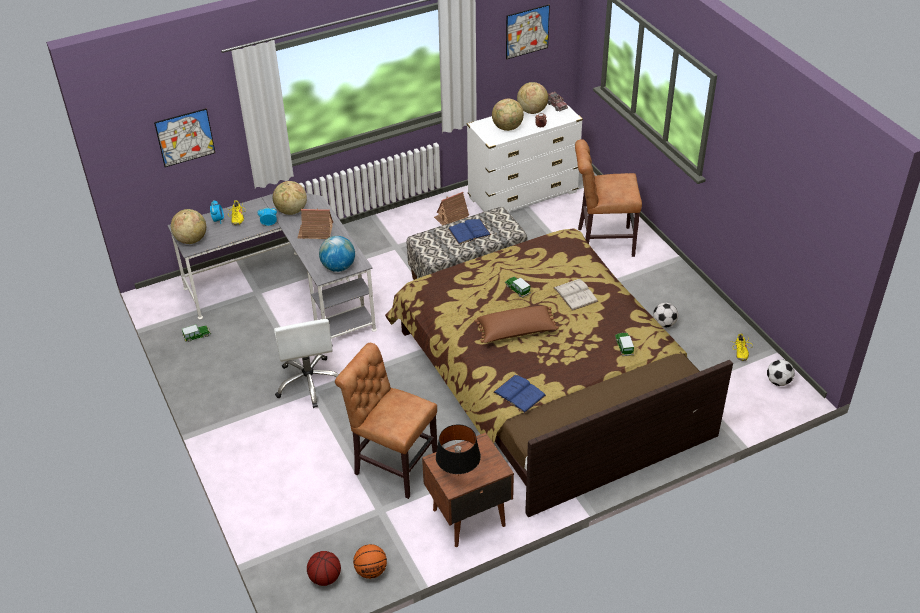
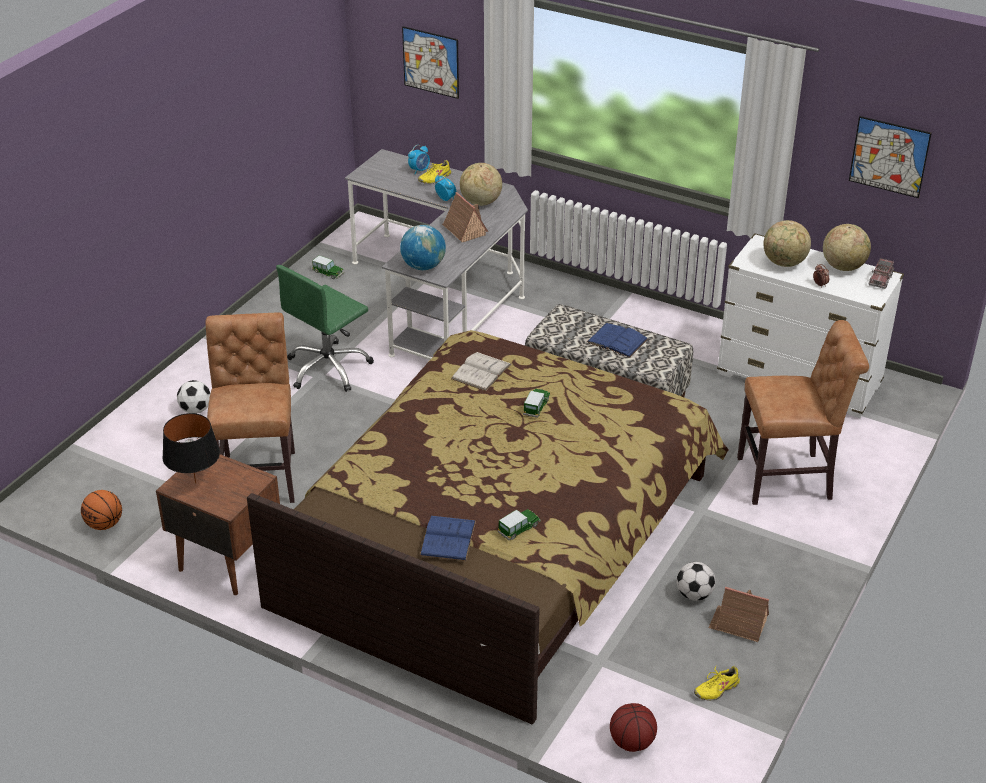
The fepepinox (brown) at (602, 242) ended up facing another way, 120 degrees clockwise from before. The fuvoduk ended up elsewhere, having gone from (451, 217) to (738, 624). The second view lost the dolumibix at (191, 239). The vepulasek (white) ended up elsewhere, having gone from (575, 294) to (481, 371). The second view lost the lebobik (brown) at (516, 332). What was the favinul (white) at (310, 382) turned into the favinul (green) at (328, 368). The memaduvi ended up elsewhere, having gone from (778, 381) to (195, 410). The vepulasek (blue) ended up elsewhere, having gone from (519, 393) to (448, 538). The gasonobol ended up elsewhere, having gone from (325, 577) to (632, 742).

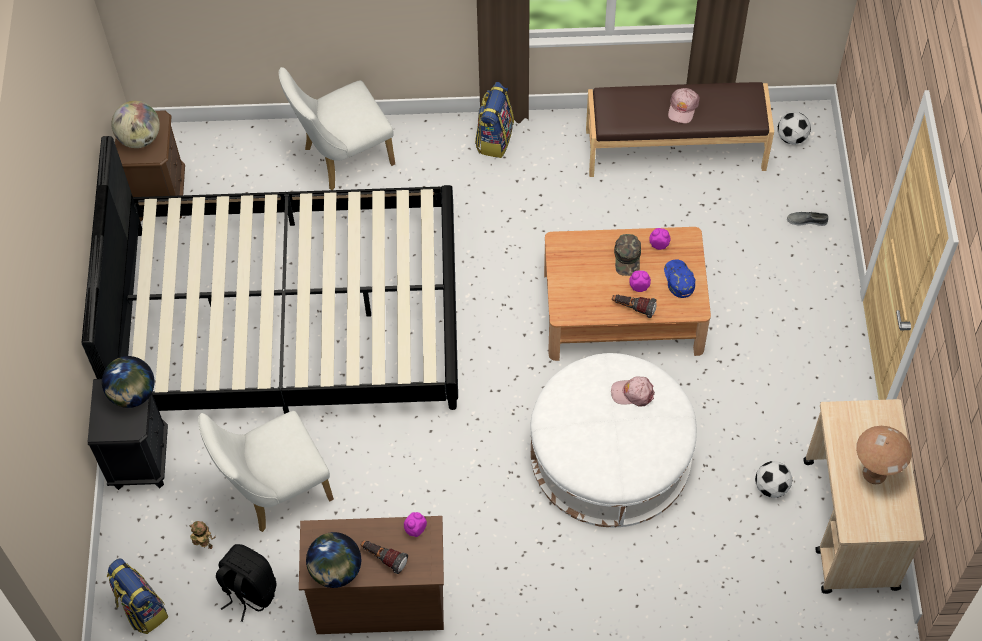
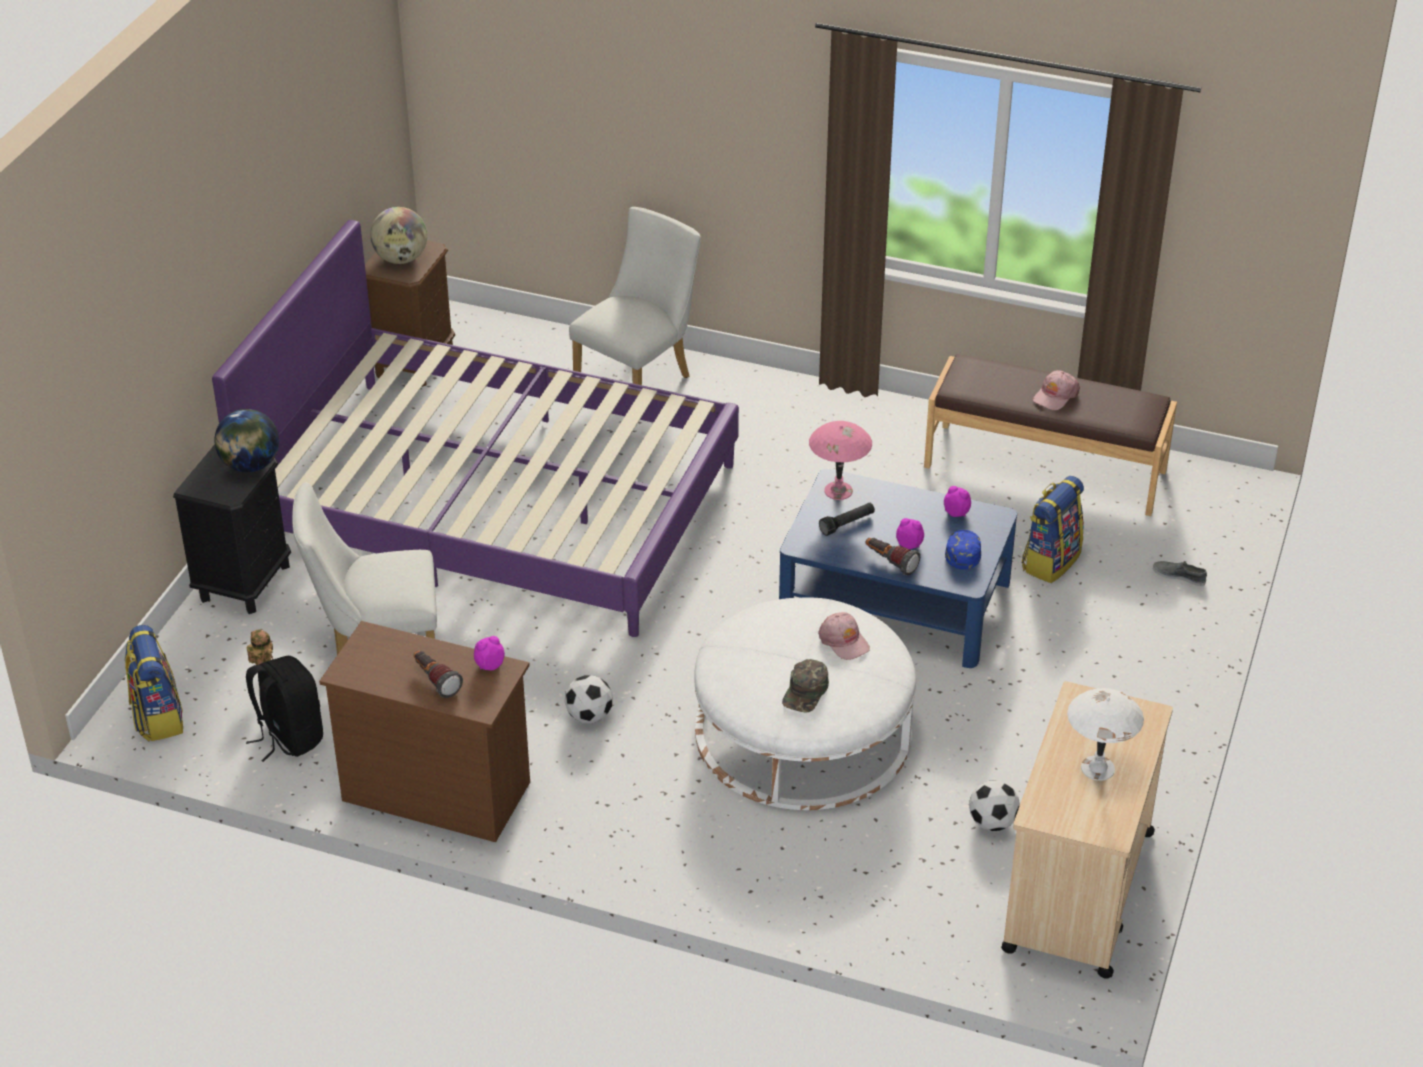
The fepepinox (white) at (342, 158) ended up facing another way, 135 degrees clockwise from before. The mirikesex ended up elsewhere, having gone from (494, 138) to (1050, 561). The memaduvi ended up elsewhere, having gone from (791, 137) to (589, 716). What was the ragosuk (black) at (290, 316) turned into the ragosuk (purple) at (493, 502). What was the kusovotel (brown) at (622, 311) turned into the kusovotel (blue) at (894, 601). The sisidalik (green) ended up elsewhere, having gone from (628, 258) to (806, 692). The sisidalik (pink) at (633, 393) ended up facing another way, 150 degrees counterclockwise from before. What was the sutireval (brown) at (874, 472) turned into the sutireval (white) at (1097, 768). The second view lost the dolumibix at (336, 570). The second view gained the sutireval (pink) at (838, 491). The second view gained the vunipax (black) at (847, 524).

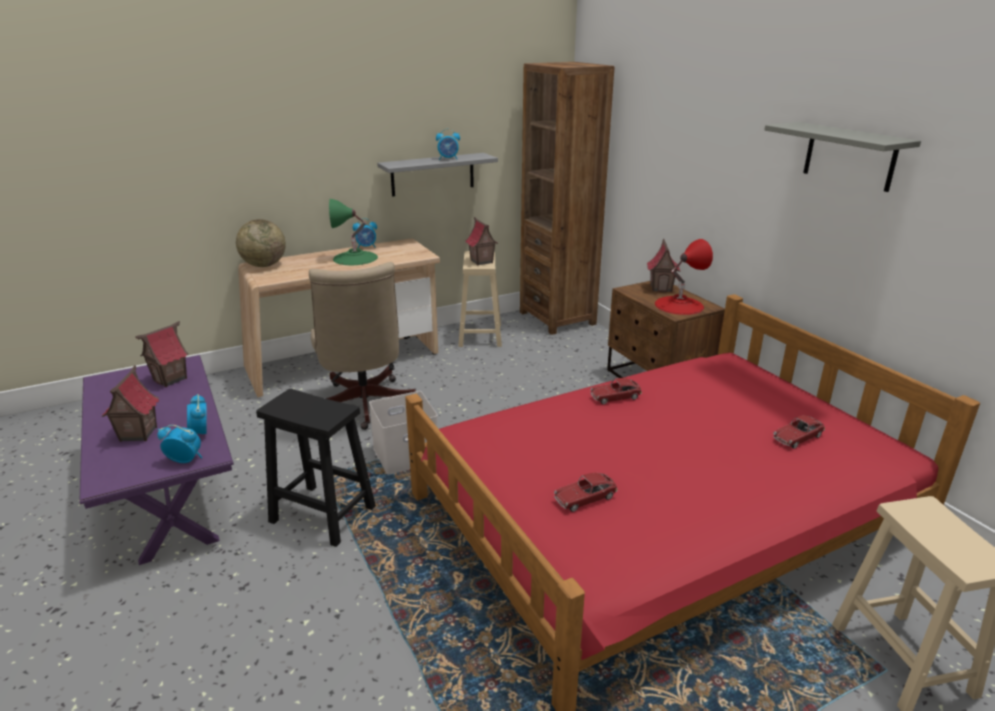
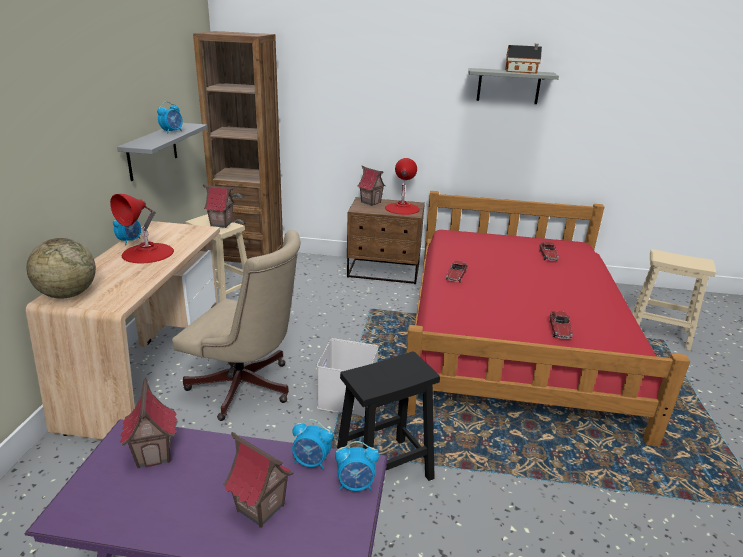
What was the sutireval (green) at (355, 258) turned into the sutireval (red) at (148, 253). The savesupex at (185, 460) ended up facing another way, 135 degrees counterclockwise from before. The second view gained the fuvoduk at (522, 71).

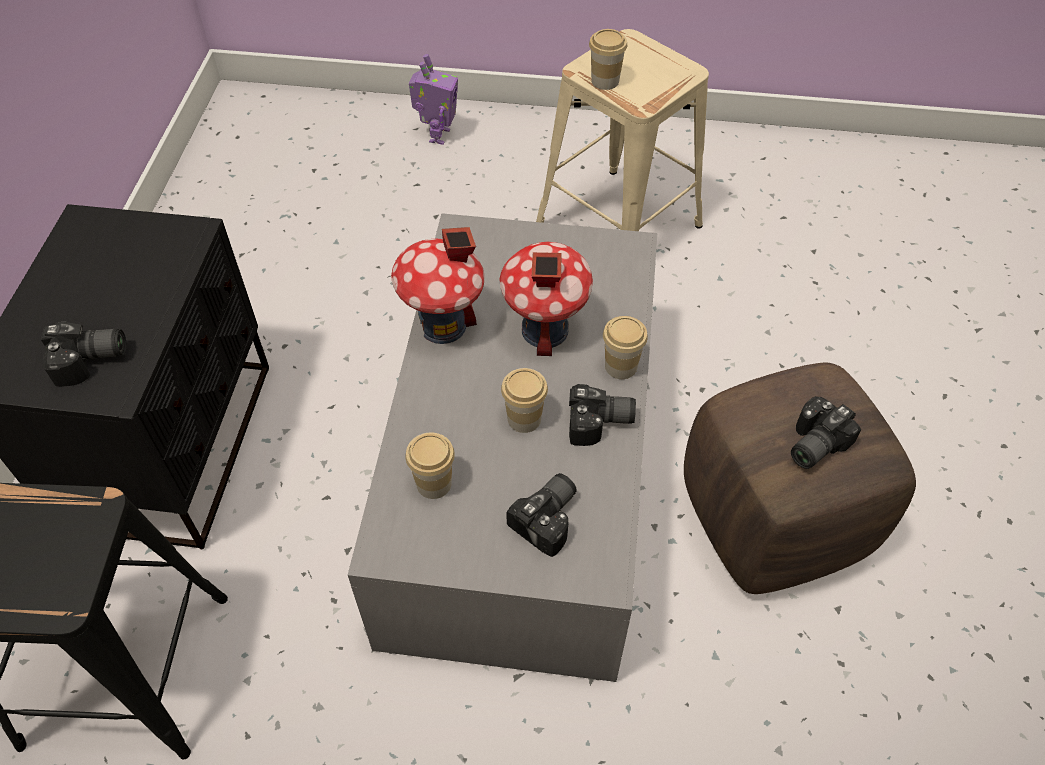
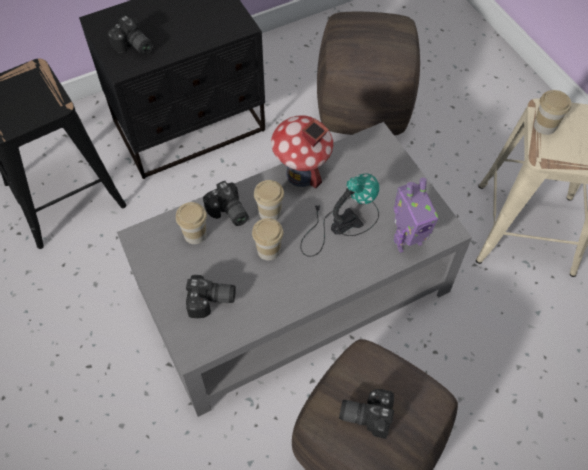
The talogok ended up elsewhere, having gone from (437, 135) to (406, 241). Where the fuvoduk stood at (544, 330), the sutireval came to stand at (339, 223). The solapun ended up elsewhere, having gone from (621, 366) to (269, 212). The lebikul ended up elsewhere, having gone from (600, 424) to (228, 213). The second view gained the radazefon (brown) at (362, 108).

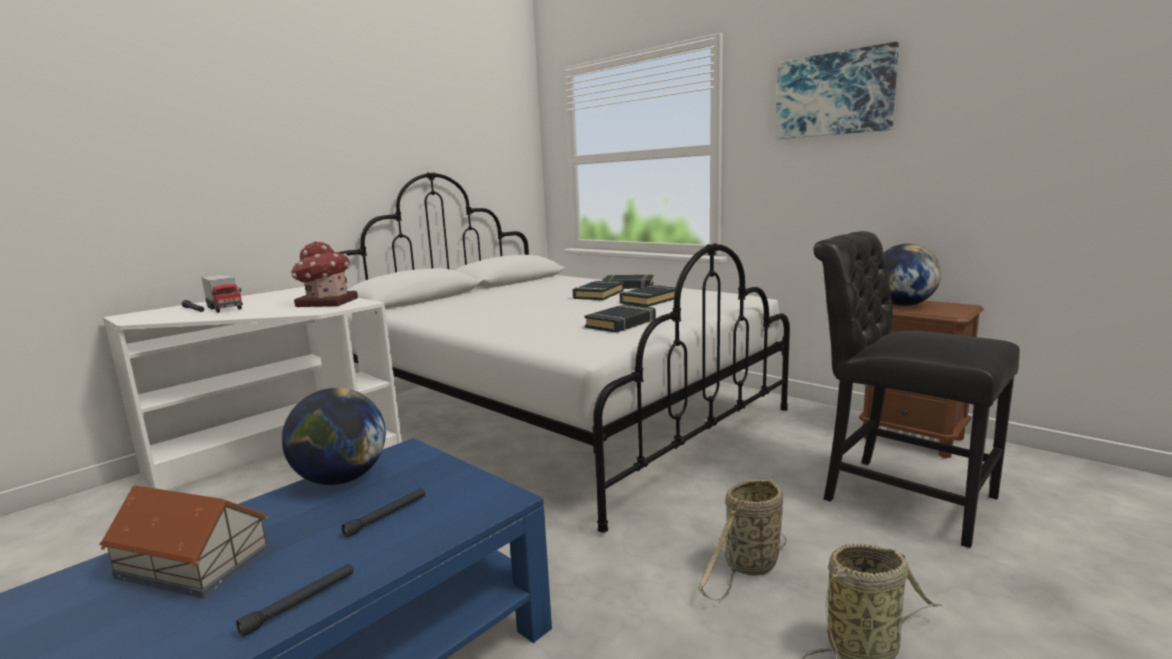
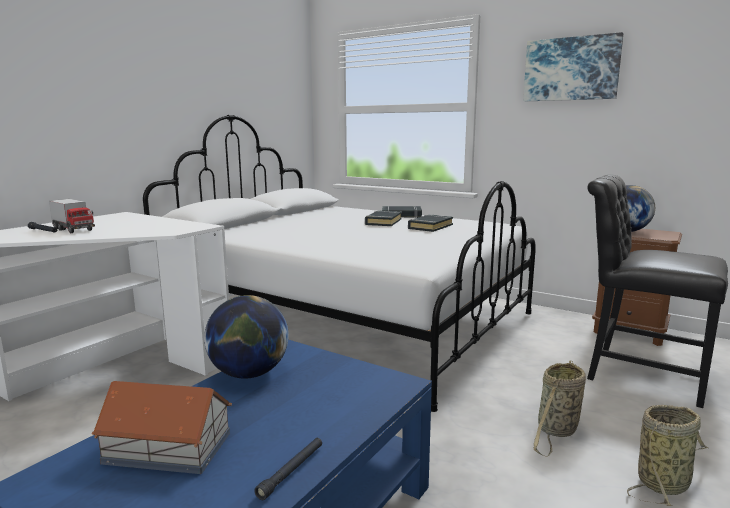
The second view lost the fuvoduk at (326, 303). The second view lost the vepulasek (black) at (621, 324). The second view lost the vunipax (black) at (387, 516).

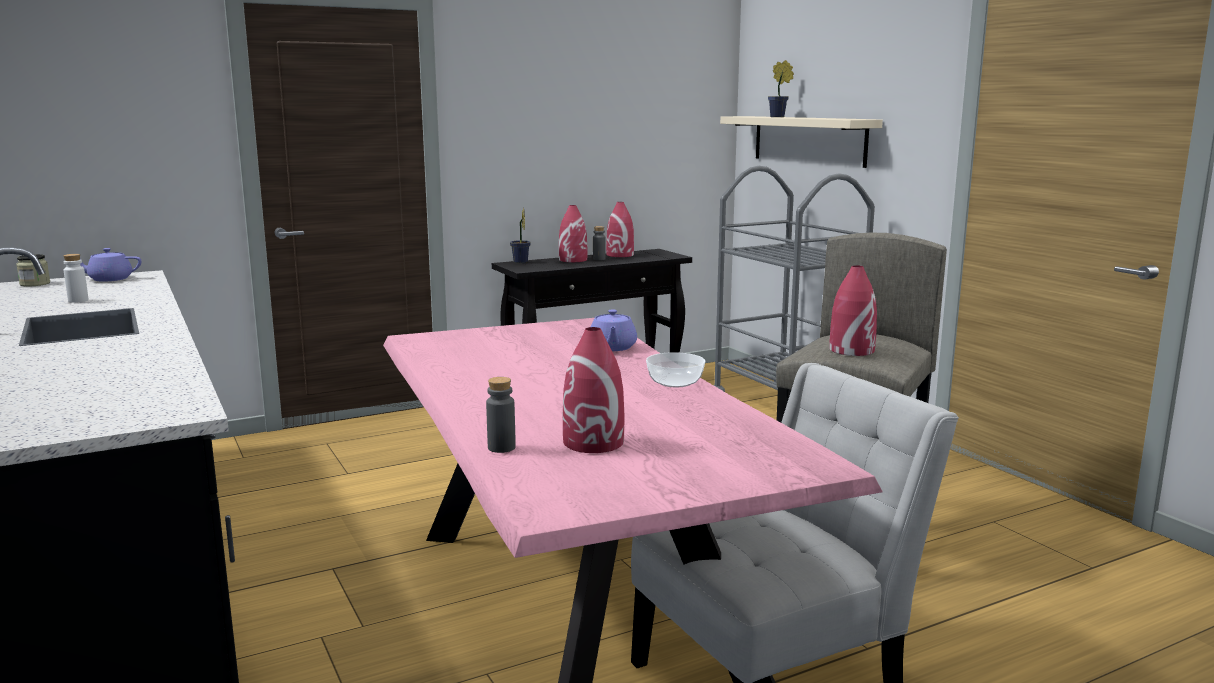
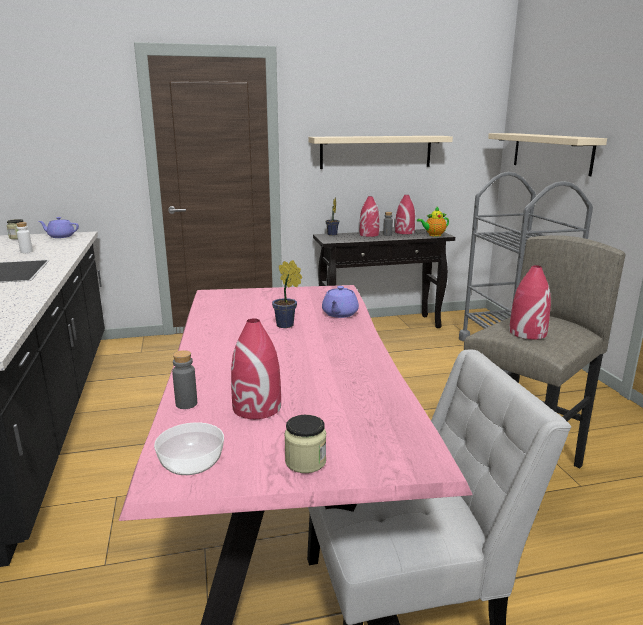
The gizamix ended up elsewhere, having gone from (779, 117) to (287, 325). The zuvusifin ended up elsewhere, having gone from (676, 382) to (192, 463). The second view gained the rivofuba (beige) at (376, 152). The second view gained the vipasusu at (433, 235). The second view gained the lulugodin at (305, 461).

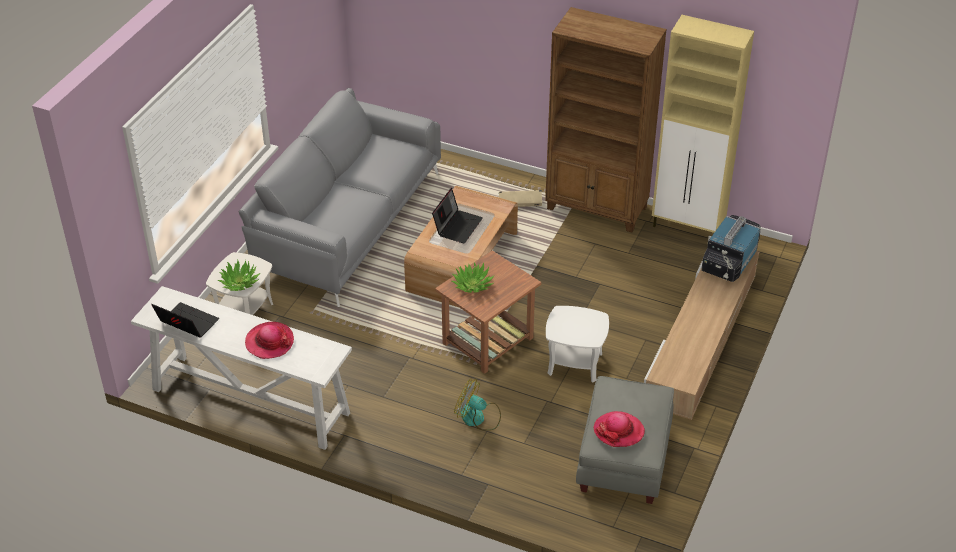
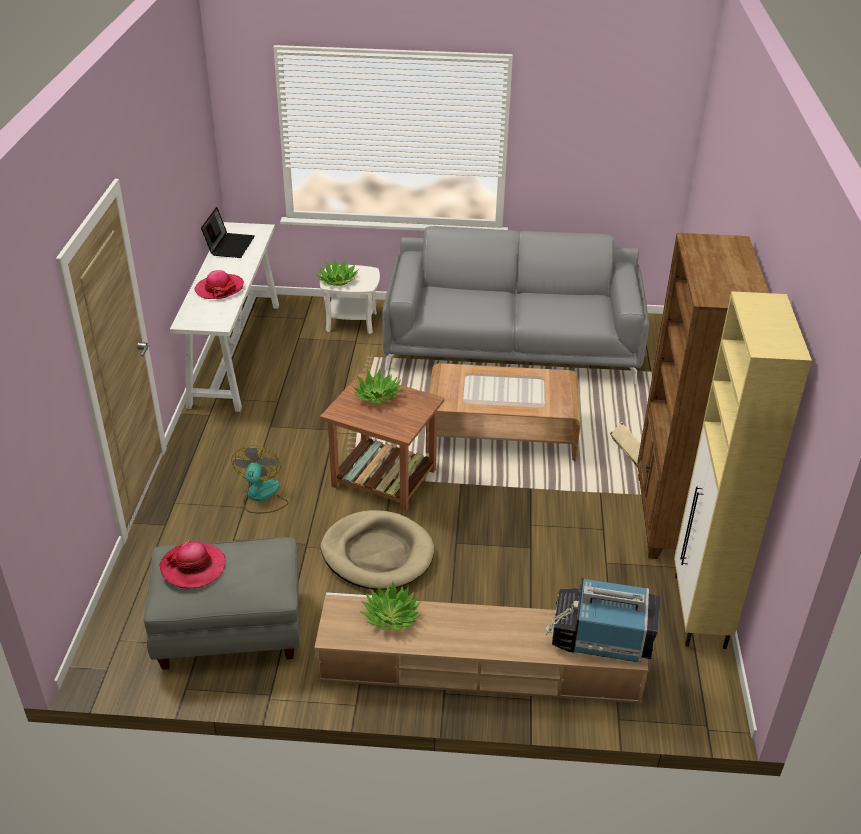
The second view lost the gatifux at (457, 226). Where the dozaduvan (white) stood at (574, 364), the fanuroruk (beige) came to stand at (377, 554). The second view gained the gizamix at (391, 616).

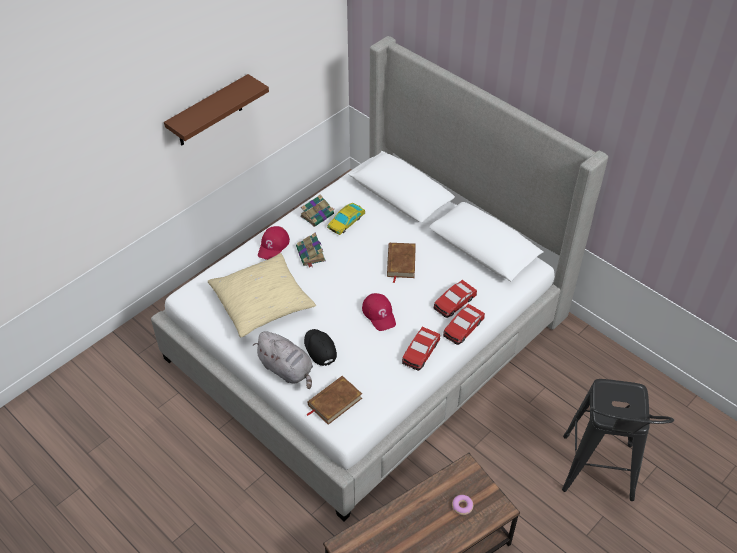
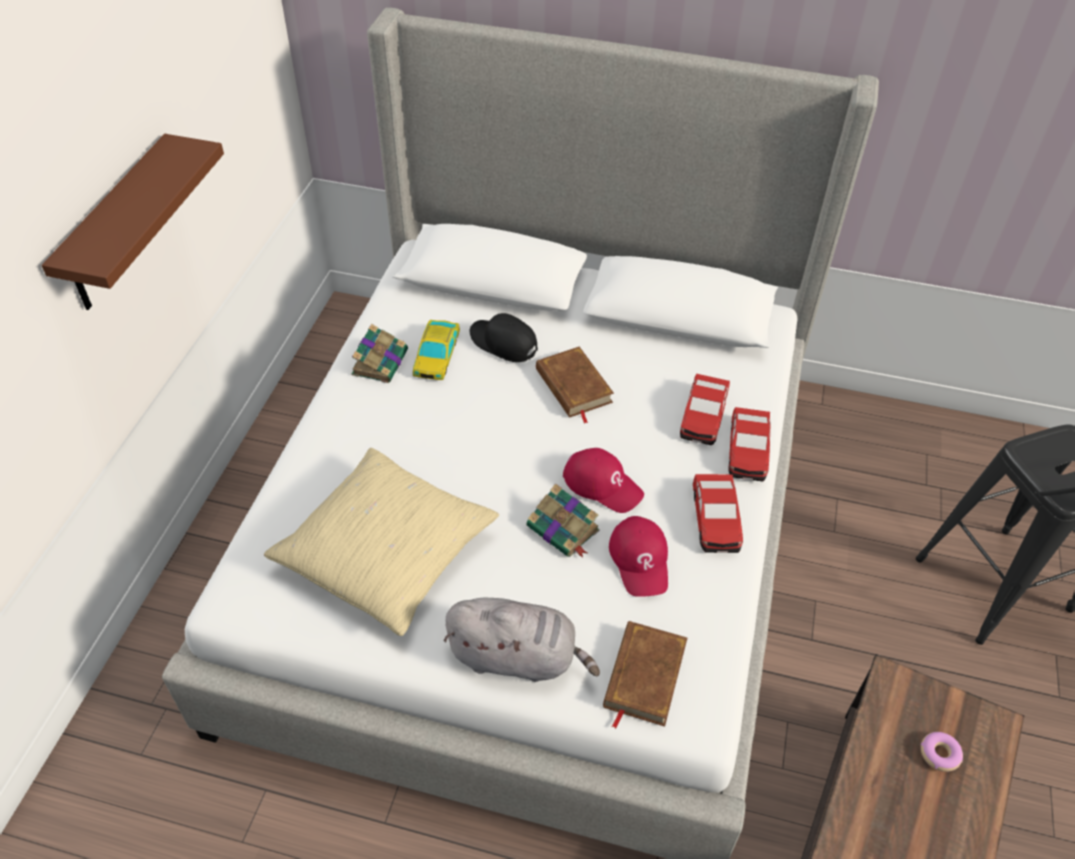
The sisidalik (red) ended up elsewhere, having gone from (273, 246) to (640, 560). The vepulasek ended up elsewhere, having gone from (311, 255) to (564, 529). The sisidalik (black) ended up elsewhere, having gone from (320, 348) to (503, 343).

